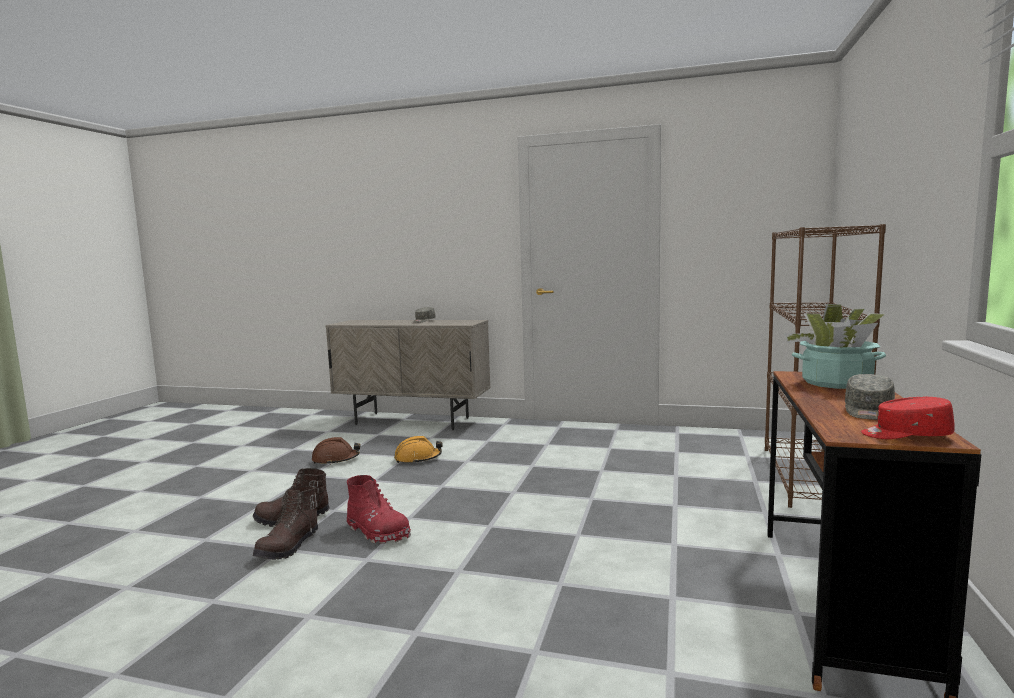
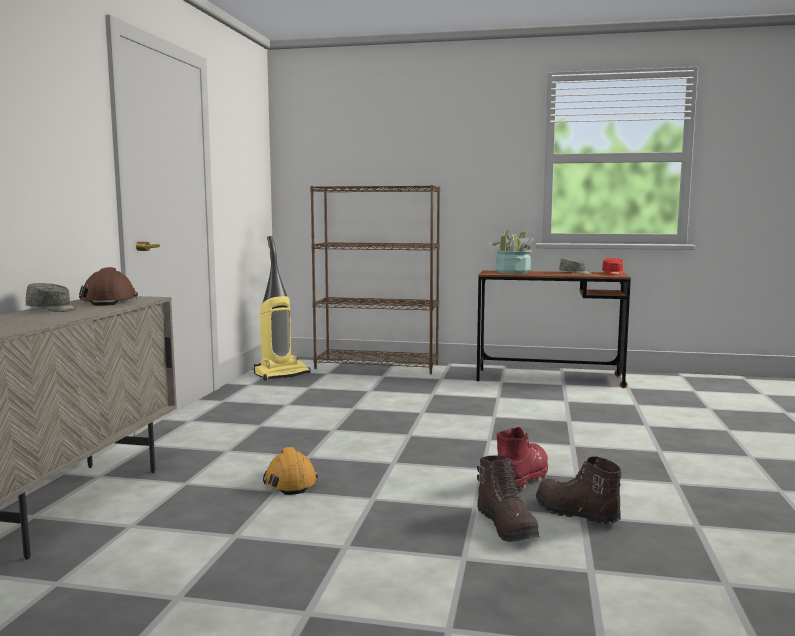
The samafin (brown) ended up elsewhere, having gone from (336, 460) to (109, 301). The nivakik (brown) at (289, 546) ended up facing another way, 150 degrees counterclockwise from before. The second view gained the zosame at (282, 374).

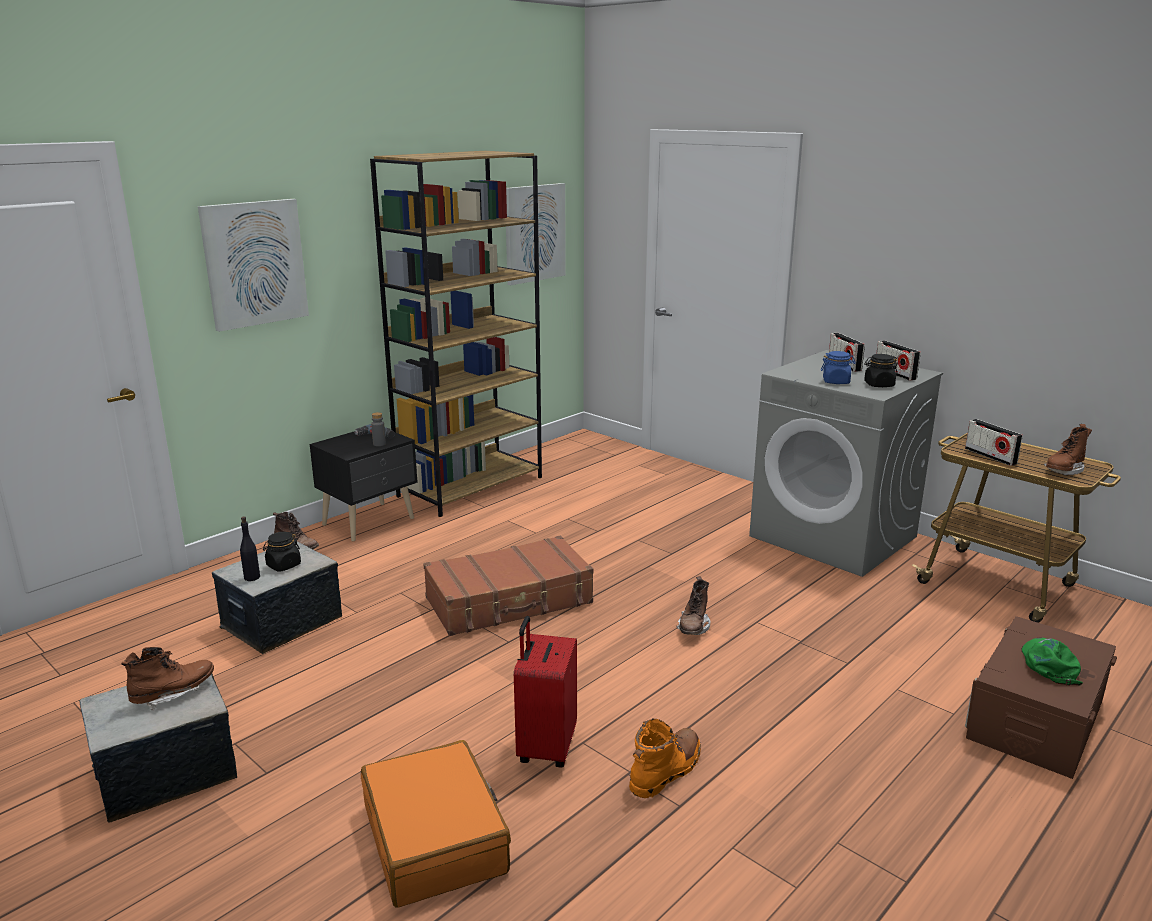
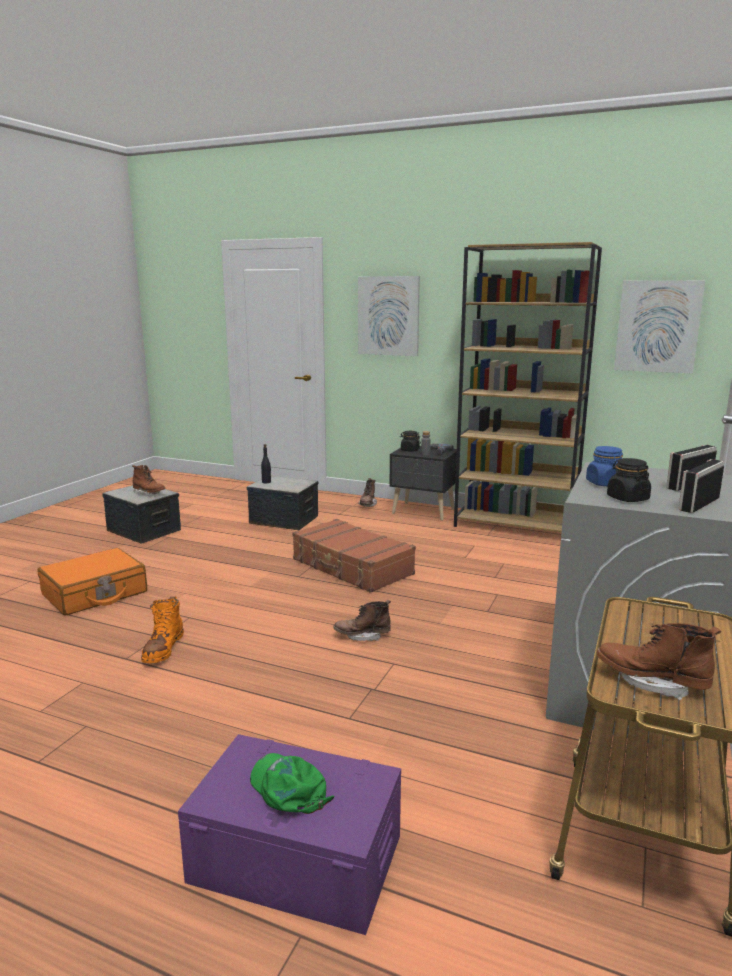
The second view lost the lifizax at (990, 456). The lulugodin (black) ended up elsewhere, having gone from (283, 565) to (409, 450). The second view lost the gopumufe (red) at (545, 747). What was the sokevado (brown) at (1035, 719) turned into the sokevado (purple) at (296, 858). The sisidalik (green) at (1049, 664) ended up facing another way, 120 degrees counterclockwise from before. The nivakik (orange) at (666, 771) ended up facing another way, 75 degrees clockwise from before.

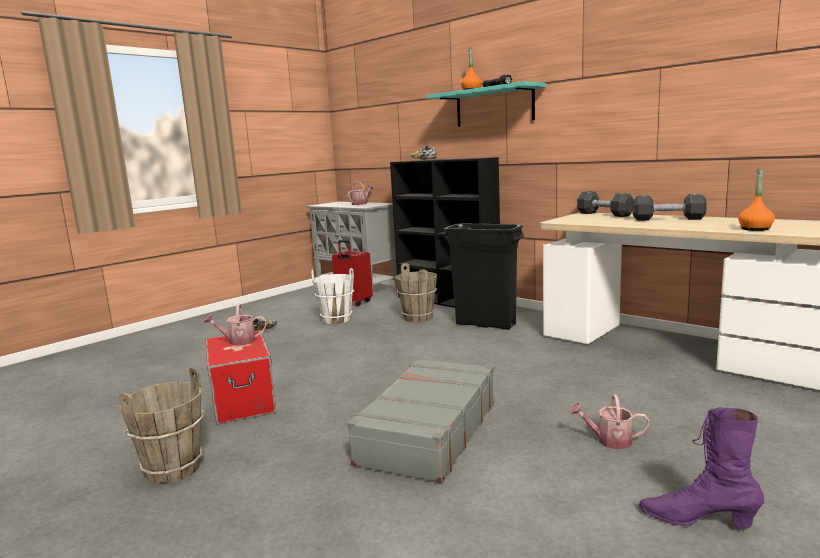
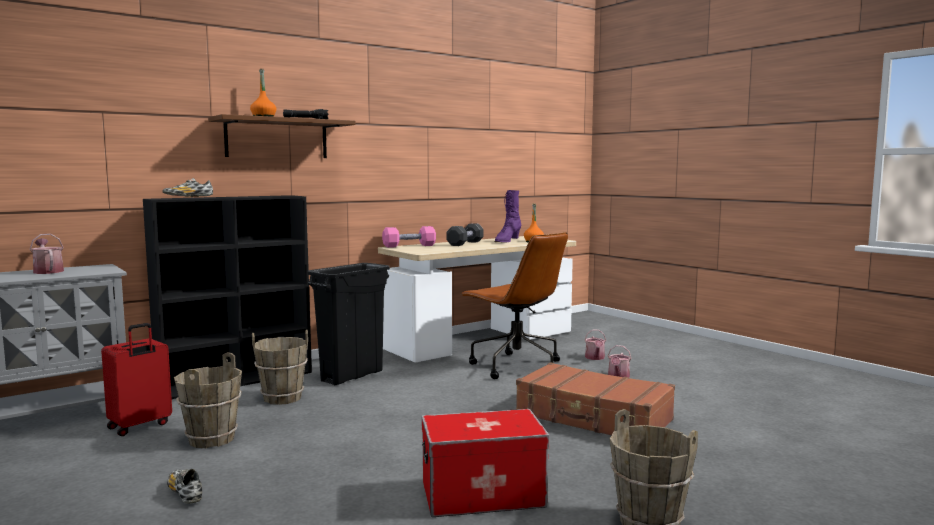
What was the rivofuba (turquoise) at (494, 106) turned into the rivofuba (brown) at (277, 138). What was the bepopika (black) at (604, 214) turned into the bepopika (pink) at (409, 246). What was the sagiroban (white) at (336, 319) turned into the sagiroban (brown) at (211, 439). The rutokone ended up elsewhere, having gone from (238, 341) to (595, 358). What was the gopumufe (grey) at (427, 432) turned into the gopumufe (brown) at (593, 418). The nivakik (purple) ended up elsewhere, having gone from (697, 520) to (507, 241). The second view gained the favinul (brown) at (515, 366).

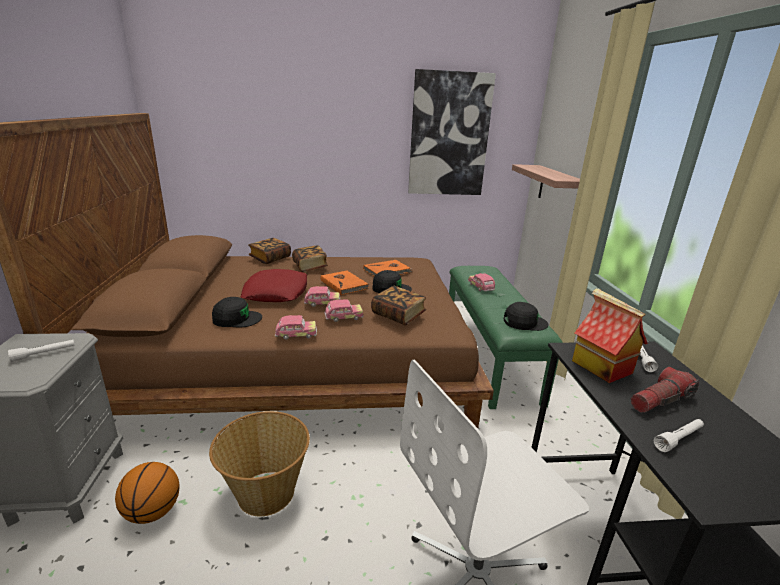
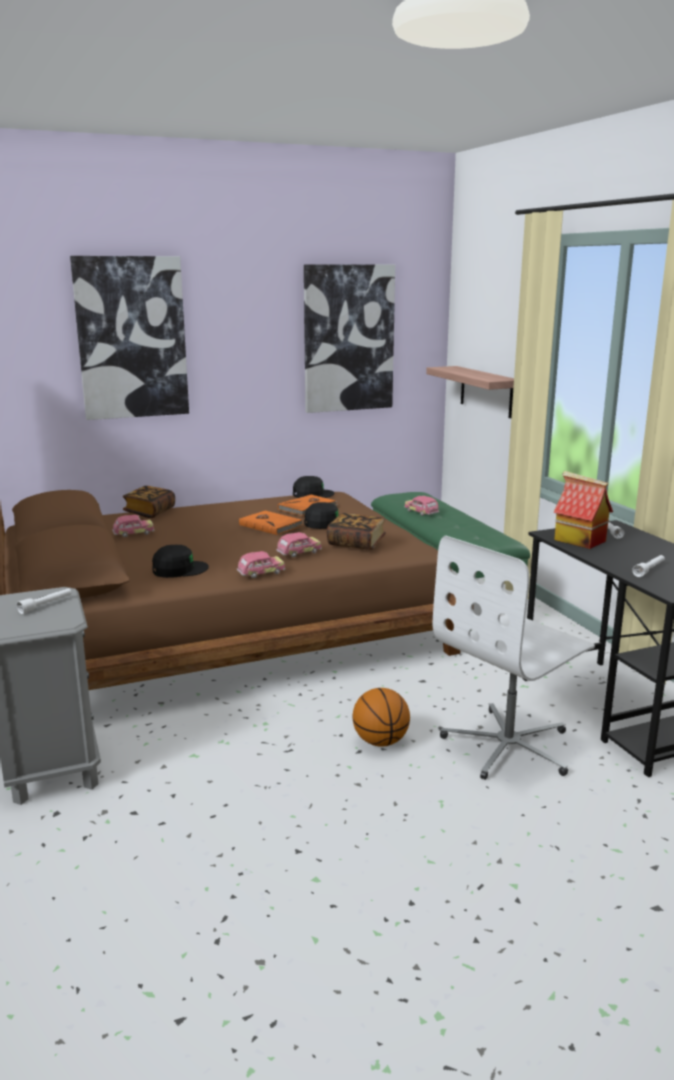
The second view lost the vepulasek at (310, 267). The second view lost the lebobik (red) at (276, 292). The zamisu ended up elsewhere, having gone from (322, 303) to (133, 534). The sisidalik (black) ended up elsewhere, having gone from (524, 322) to (312, 494). The second view lost the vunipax at (660, 400). The second view lost the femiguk at (265, 492). The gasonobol ended up elsewhere, having gone from (153, 512) to (380, 741). The second view gained the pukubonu at (131, 338).

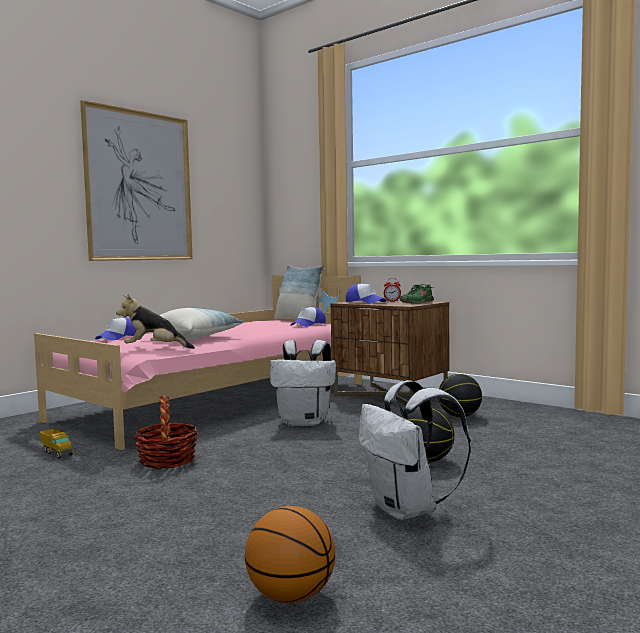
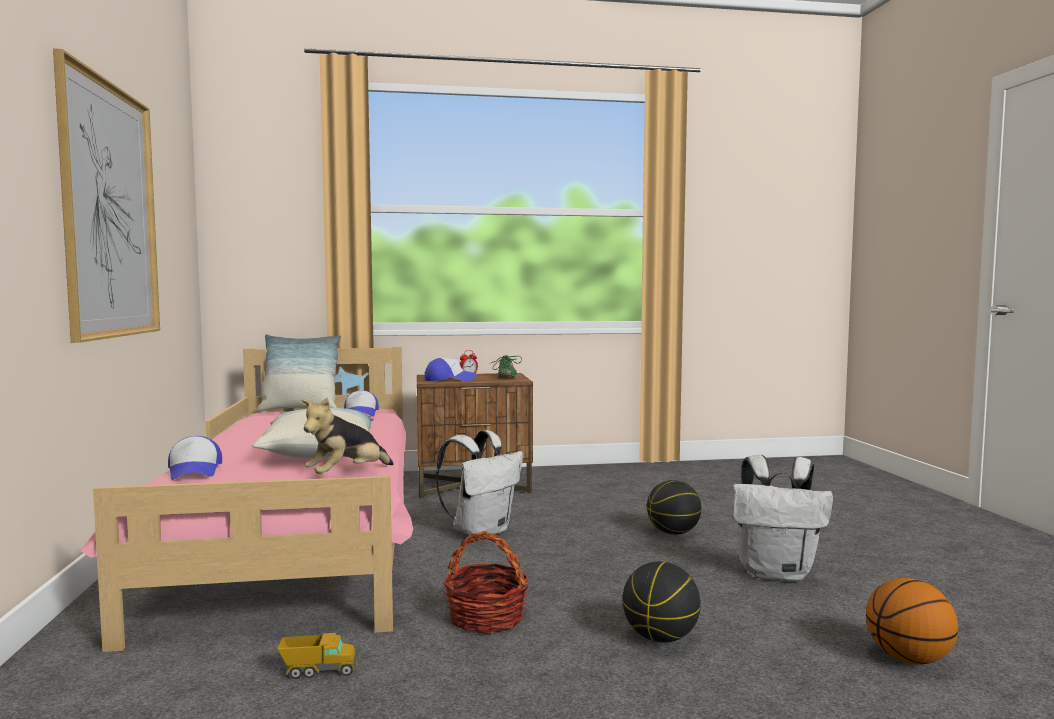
The gasonobol ended up elsewhere, having gone from (460, 416) to (661, 637).

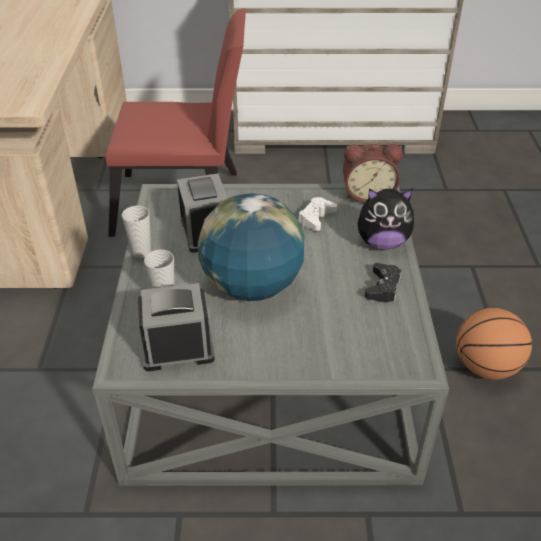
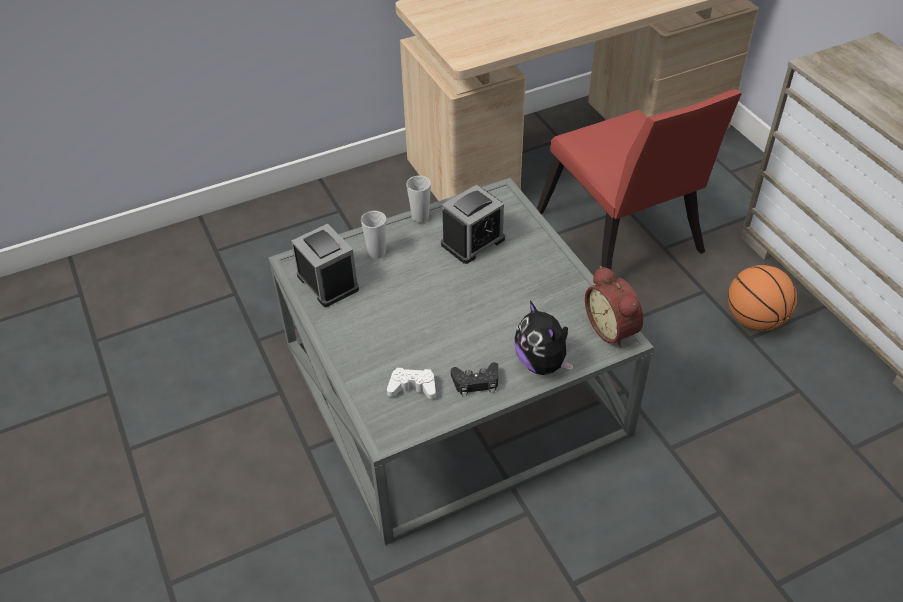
The second view lost the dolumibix at (252, 286). The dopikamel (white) ended up elsewhere, having gone from (316, 218) to (412, 387). The gasonobol ended up elsewhere, having gone from (485, 367) to (754, 320).

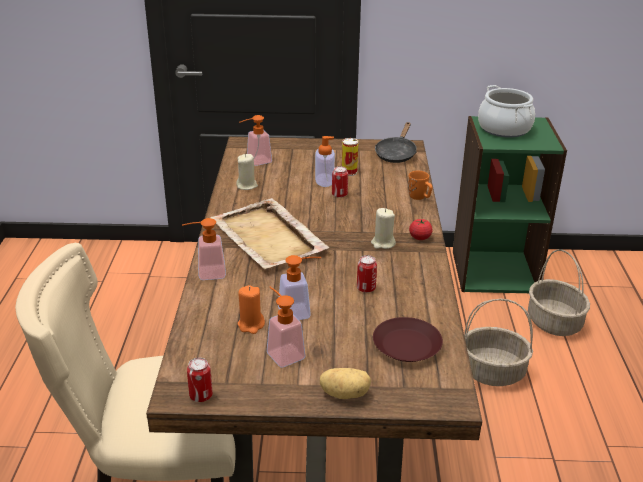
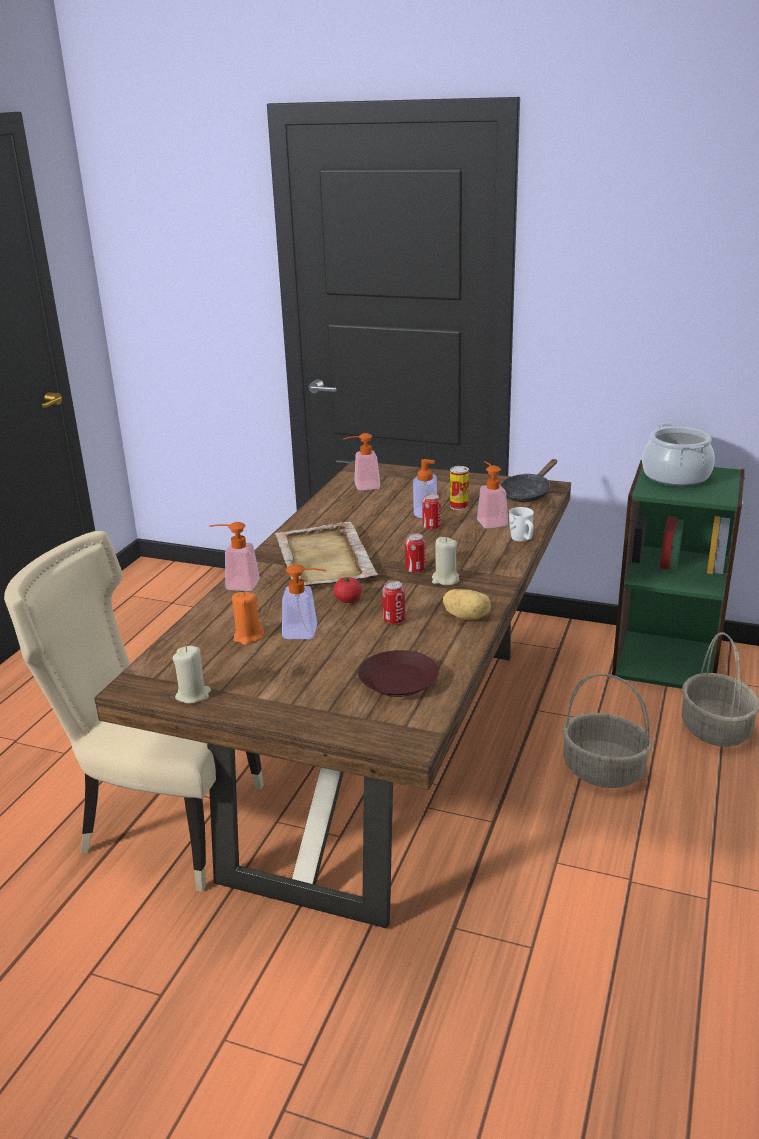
The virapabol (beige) ended up elsewhere, having gone from (247, 186) to (193, 695). What was the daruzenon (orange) at (419, 197) turned into the daruzenon (white) at (522, 539). The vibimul ended up elsewhere, having gone from (420, 237) to (348, 600). The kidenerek ended up elsewhere, having gone from (282, 352) to (490, 521). The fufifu ended up elsewhere, having gone from (201, 396) to (415, 570). The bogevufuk ended up elsewhere, having gone from (345, 394) to (467, 617).

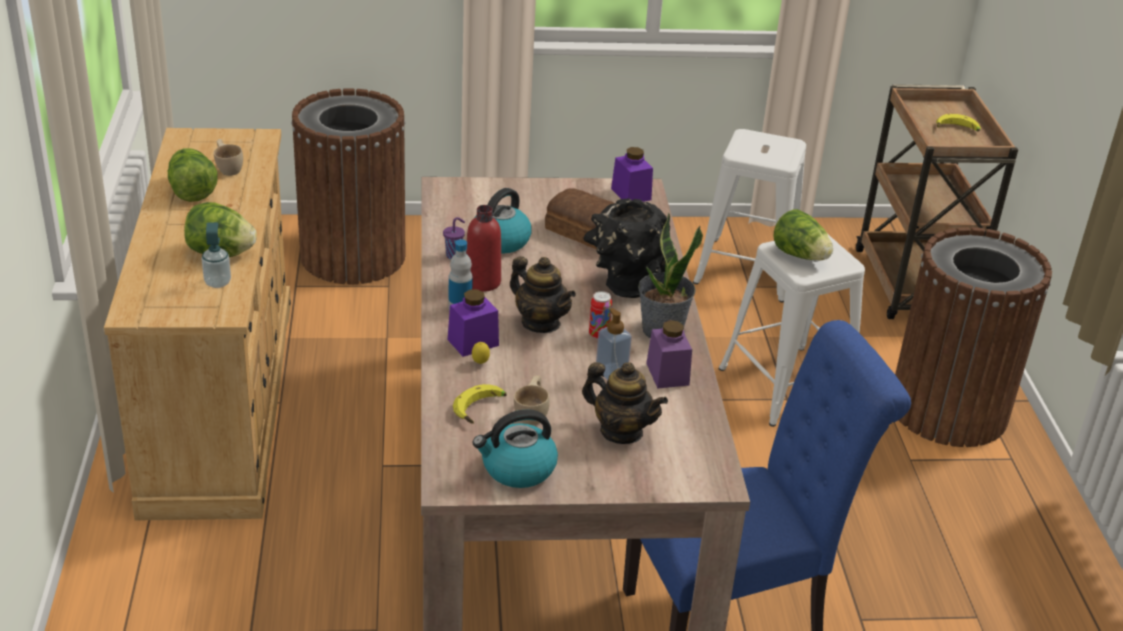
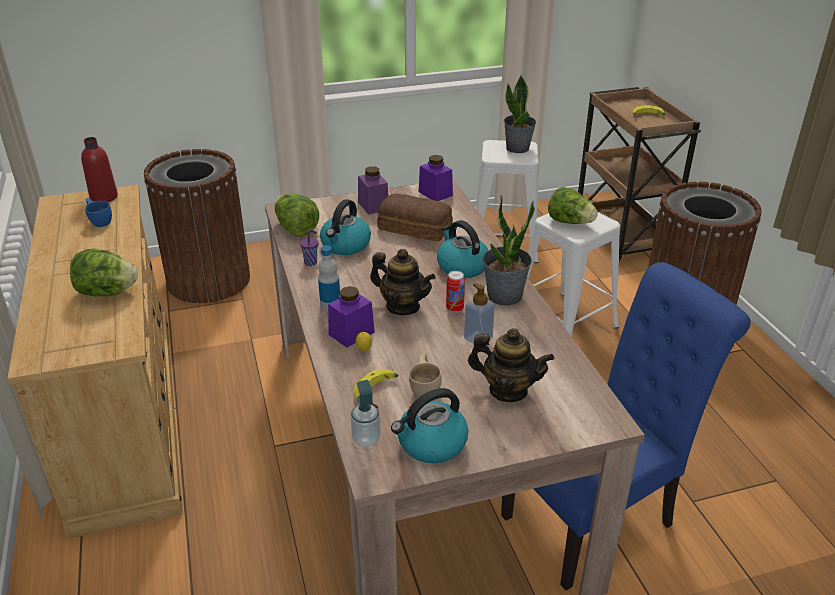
What was the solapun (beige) at (228, 168) turned into the solapun (blue) at (100, 221). The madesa ended up elsewhere, having gone from (191, 191) to (295, 229). Where the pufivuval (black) stood at (626, 288), the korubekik came to stand at (461, 266). The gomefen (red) ended up elsewhere, having gone from (482, 282) to (104, 197). The kidenerek ended up elsewhere, having gone from (217, 283) to (366, 439). The lulugodin (purple) ended up elsewhere, having gone from (667, 374) to (373, 206). The second view gained the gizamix at (518, 148).

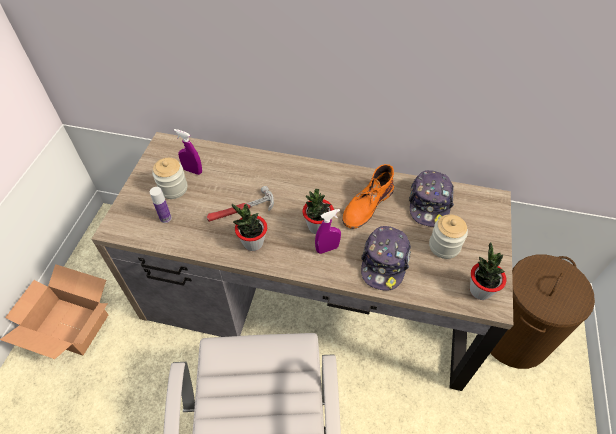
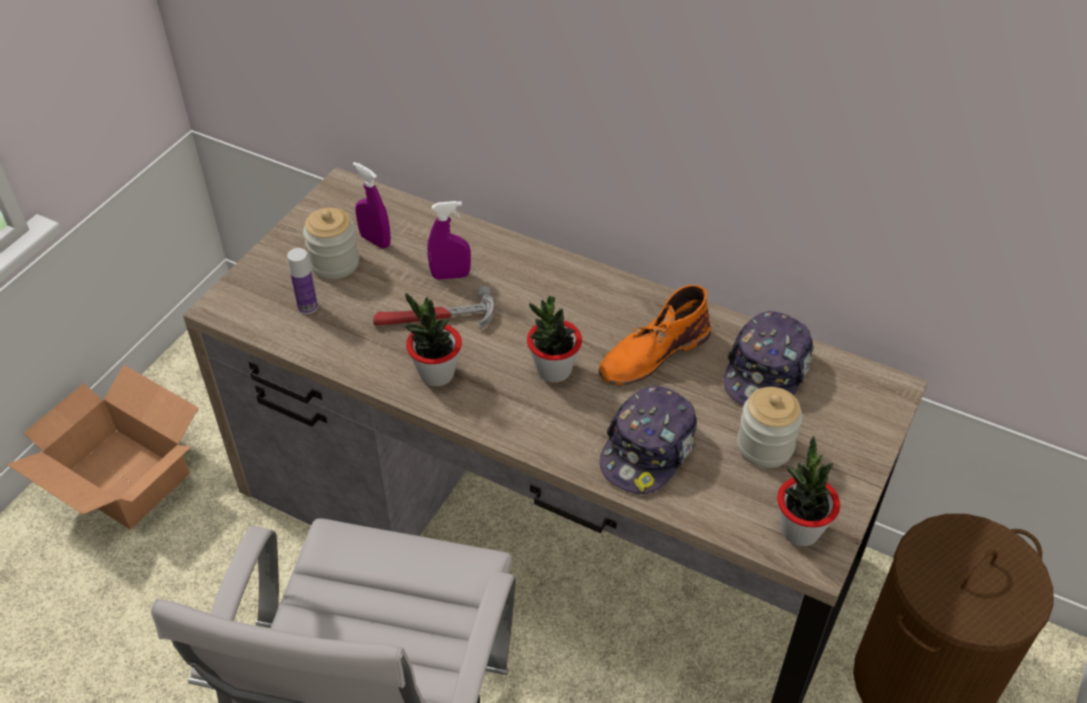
The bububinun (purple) ended up elsewhere, having gone from (327, 248) to (450, 275).

